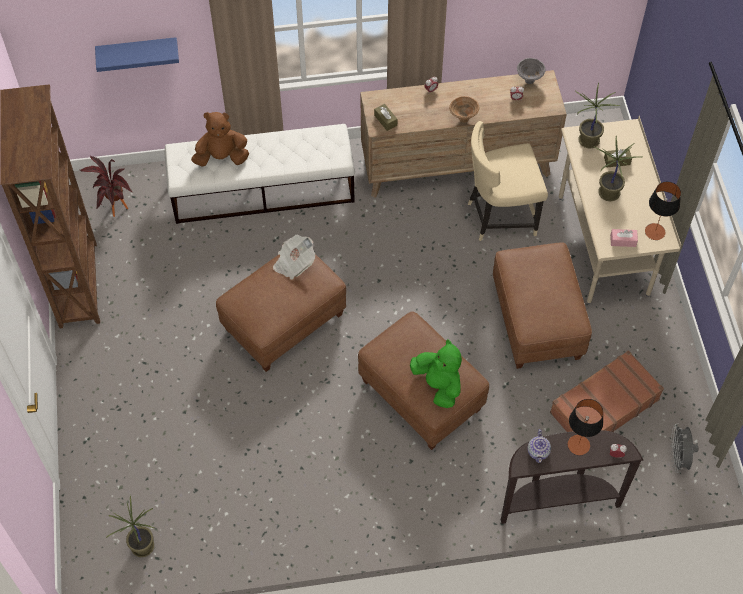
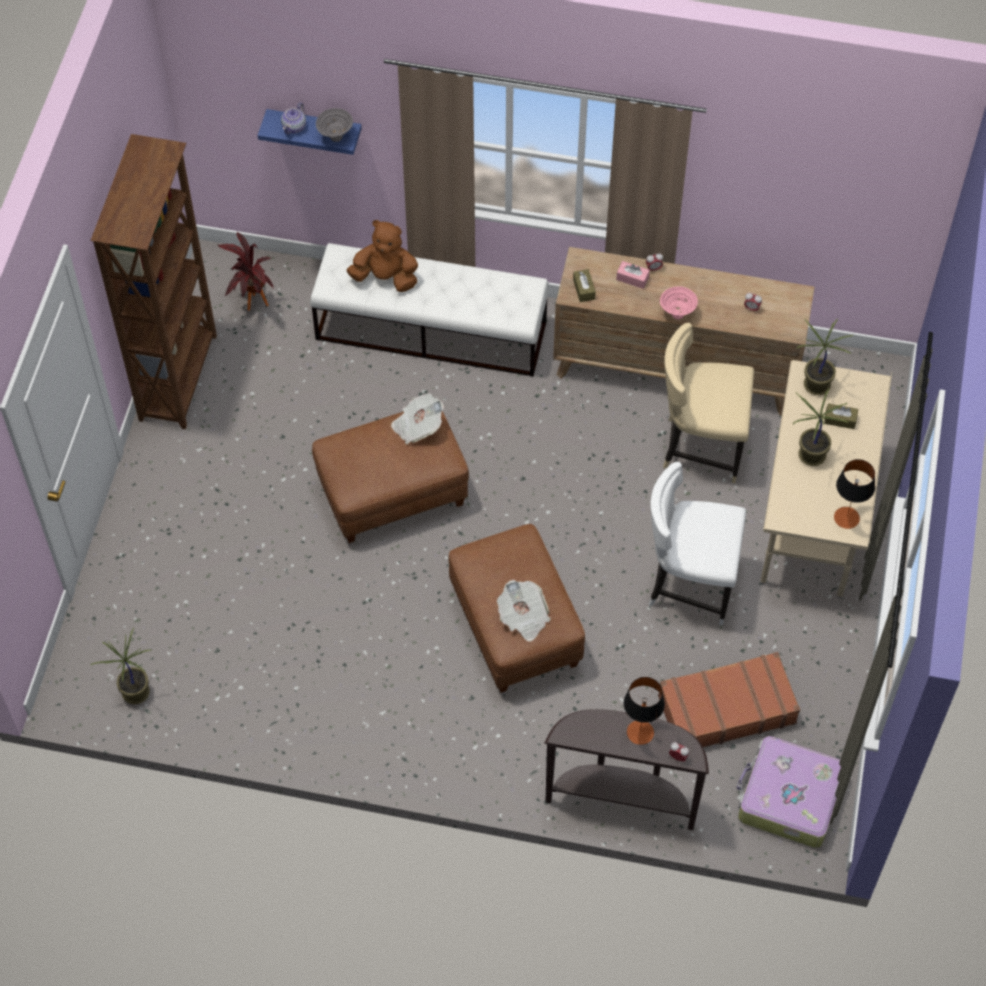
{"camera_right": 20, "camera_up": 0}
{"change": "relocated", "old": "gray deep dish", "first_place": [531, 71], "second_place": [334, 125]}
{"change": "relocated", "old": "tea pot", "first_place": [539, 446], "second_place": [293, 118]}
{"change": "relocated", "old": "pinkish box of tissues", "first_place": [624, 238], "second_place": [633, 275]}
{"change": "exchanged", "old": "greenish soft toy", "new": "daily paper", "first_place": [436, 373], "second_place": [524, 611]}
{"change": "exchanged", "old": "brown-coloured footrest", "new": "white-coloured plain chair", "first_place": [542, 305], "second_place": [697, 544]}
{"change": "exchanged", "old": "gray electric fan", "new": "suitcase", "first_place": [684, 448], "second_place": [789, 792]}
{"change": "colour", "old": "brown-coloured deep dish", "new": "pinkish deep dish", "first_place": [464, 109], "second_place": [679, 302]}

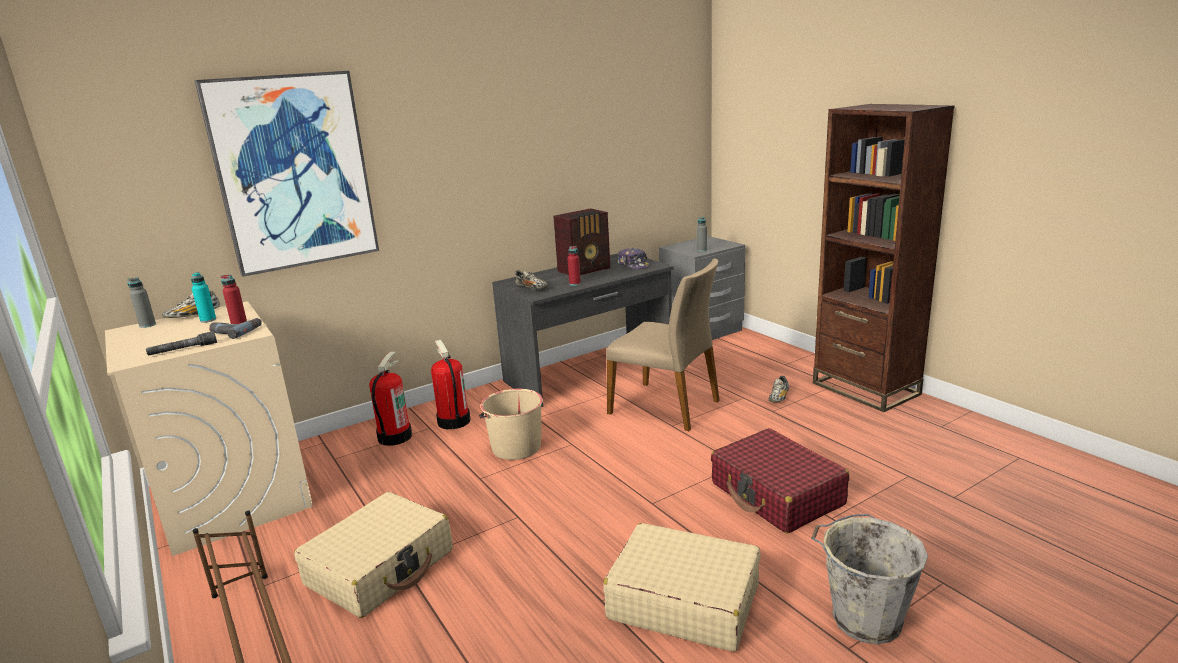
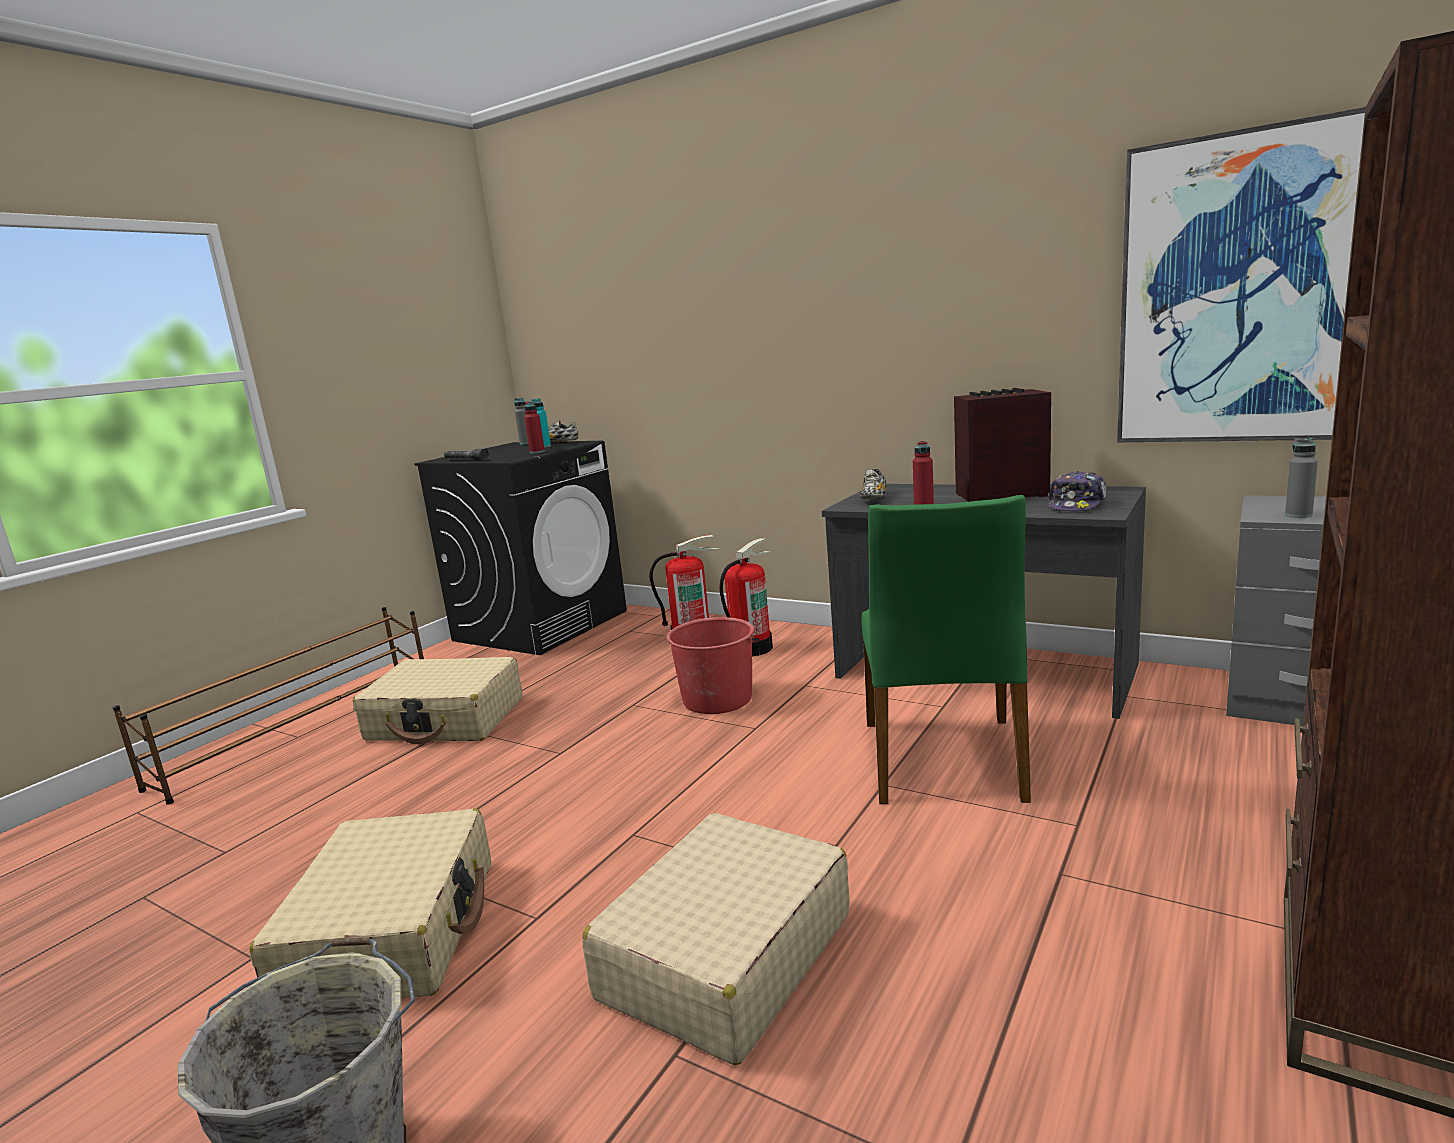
{"camera_right": 65, "camera_up": -5}
{"change": "missing", "old": "drill", "first_place": [235, 328]}
{"change": "missing", "old": "item of footwear", "first_place": [779, 389]}
{"change": "relocated", "old": "picture", "first_place": [286, 174], "second_place": [1241, 274]}
{"change": "colour", "old": "beige-coloured laundry machine", "new": "black-coloured laundry machine", "first_place": [209, 428], "second_place": [520, 548]}
{"change": "colour", "old": "beige-coloured bucket", "new": "reddish bucket", "first_place": [511, 424], "second_place": [713, 665]}
{"change": "colour", "old": "beige-coloured plain chair", "new": "greenish plain chair", "first_place": [663, 344], "second_place": [946, 649]}
{"change": "colour", "old": "reddish suitcase", "new": "beige-coloured suitcase", "first_place": [780, 481], "second_place": [716, 939]}
{"change": "spun", "old": "radio", "first_place": [581, 241], "second_place": [1002, 445], "degrees": 150}

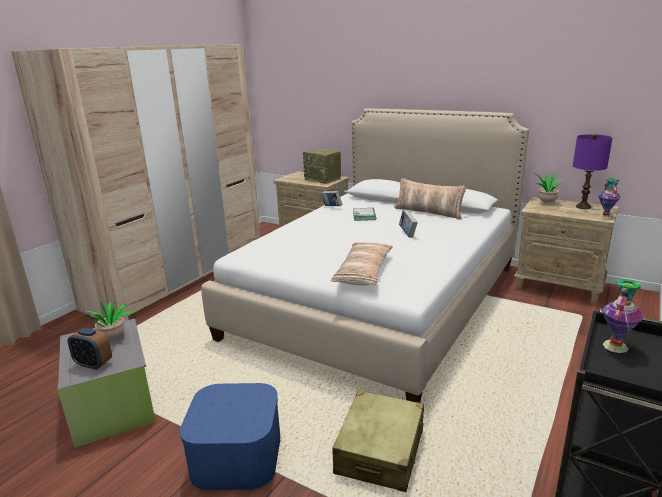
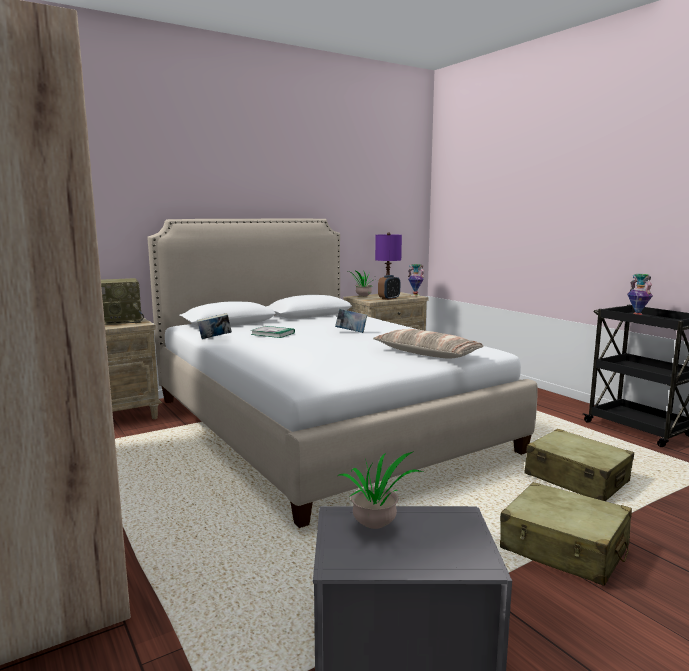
{"camera_right": -65, "camera_up": -10}
{"change": "missing", "old": "throw pillow", "first_place": [430, 198]}
{"change": "relocated", "old": "alarm clock", "first_place": [90, 349], "second_place": [389, 287]}
{"change": "exchanged", "old": "blue storage box", "new": "beige-coloured suitcase", "first_place": [230, 436], "second_place": [566, 534]}

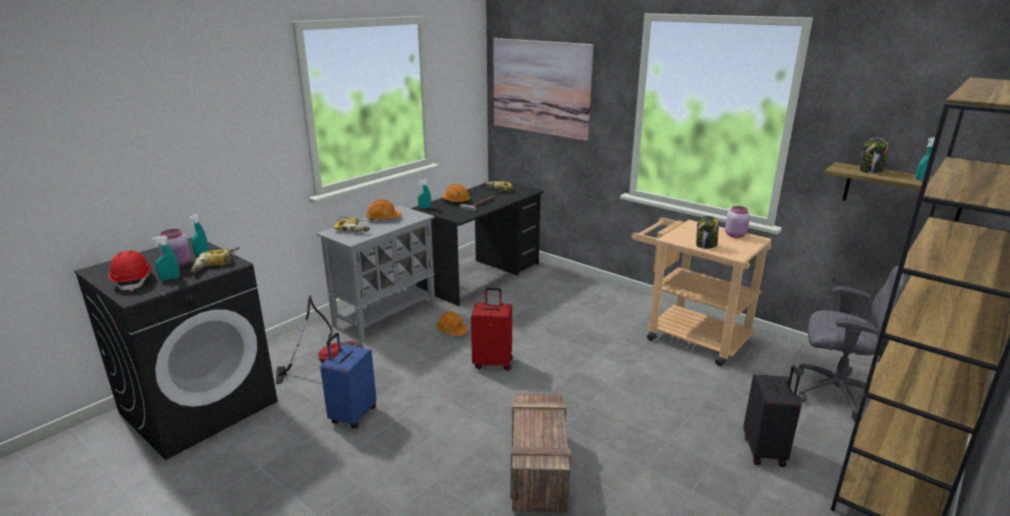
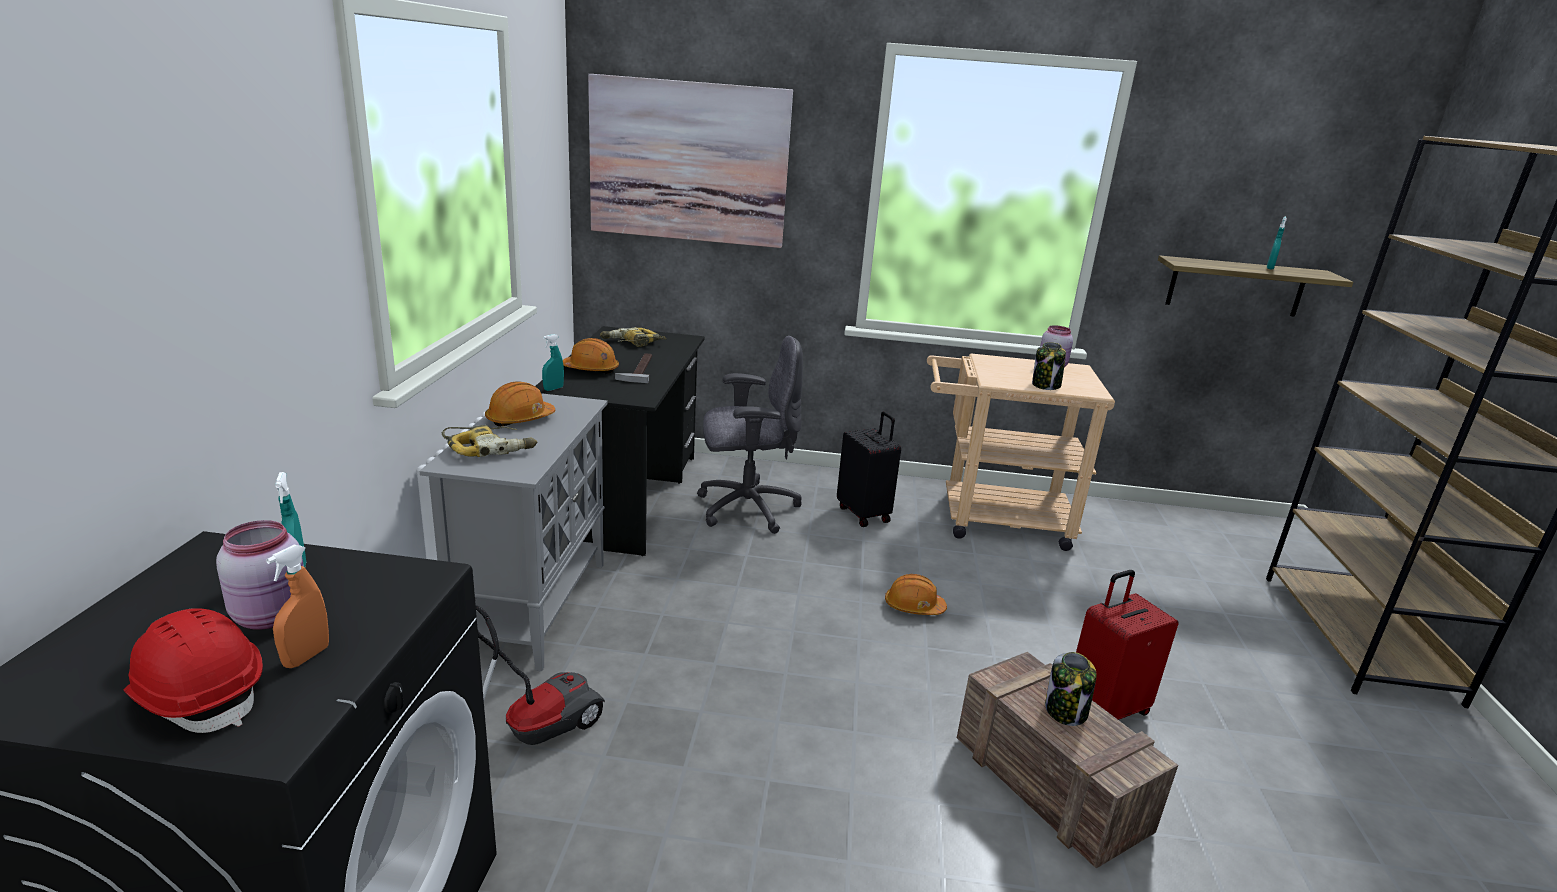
{"camera_right": -35, "camera_up": 0}
{"change": "missing", "old": "drill", "first_place": [215, 260]}
{"change": "missing", "old": "blue suitcase", "first_place": [348, 380]}
{"change": "relocated", "old": "orange-coloured work helmet", "first_place": [452, 323], "second_place": [916, 594]}
{"change": "relocated", "old": "reddish suitcase", "first_place": [492, 329], "second_place": [1127, 645]}
{"change": "relocated", "old": "black-coloured suitcase", "first_place": [772, 416], "second_place": [869, 469]}
{"change": "relocated", "old": "gray desk chair", "first_place": [852, 343], "second_place": [750, 435]}
{"change": "relocated", "old": "storage jar", "first_place": [874, 155], "second_place": [1071, 689]}
{"change": "colour", "old": "turquoise spray bottle", "new": "orange-coloured spray bottle", "first_place": [166, 258], "second_place": [297, 606]}

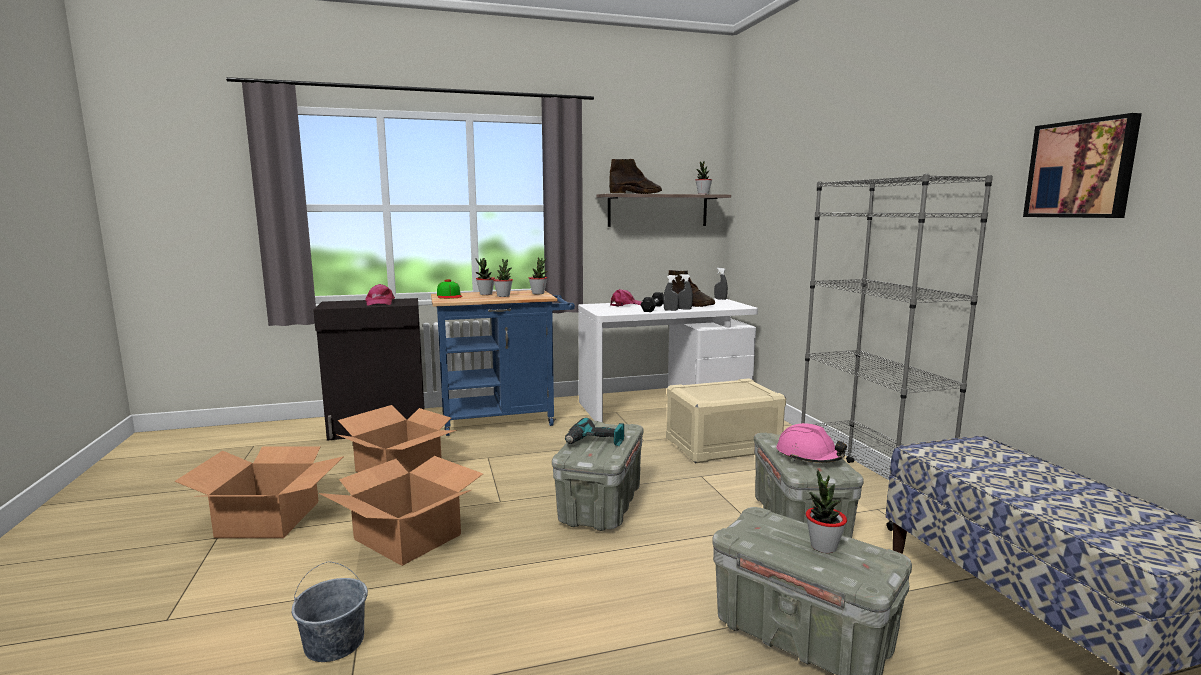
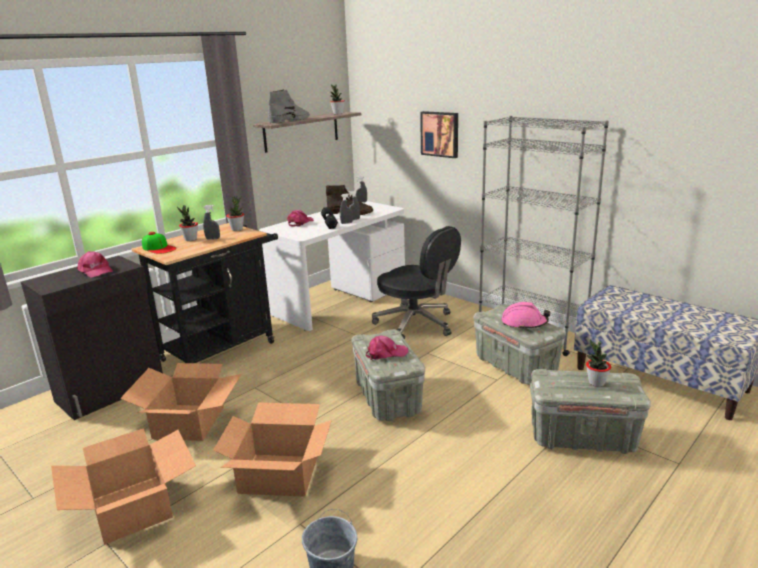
{"camera_right": -30, "camera_up": 10}
{"change": "relocated", "old": "picture", "first_place": [1082, 165], "second_place": [439, 134]}
{"change": "exchanged", "old": "potted plant", "new": "gray spray bottle", "first_place": [503, 278], "second_place": [211, 222]}
{"change": "exchanged", "old": "drill", "new": "pinkish peaked cap", "first_place": [594, 432], "second_place": [387, 348]}
{"change": "exchanged", "old": "beige-coloured storage box", "new": "black-coloured desk chair", "first_place": [726, 420], "second_place": [416, 282]}
{"change": "colour", "old": "blue cart", "new": "black-coloured cart", "first_place": [503, 363], "second_place": [205, 293]}
{"change": "colour", "old": "brown-coloured high-top boot", "new": "gray high-top boot", "first_place": [635, 176], "second_place": [289, 106]}

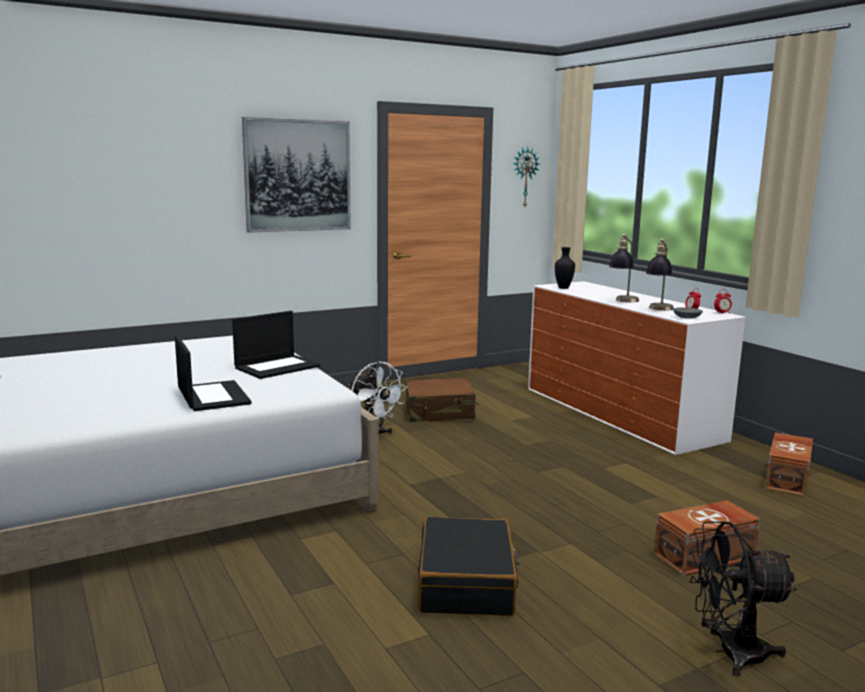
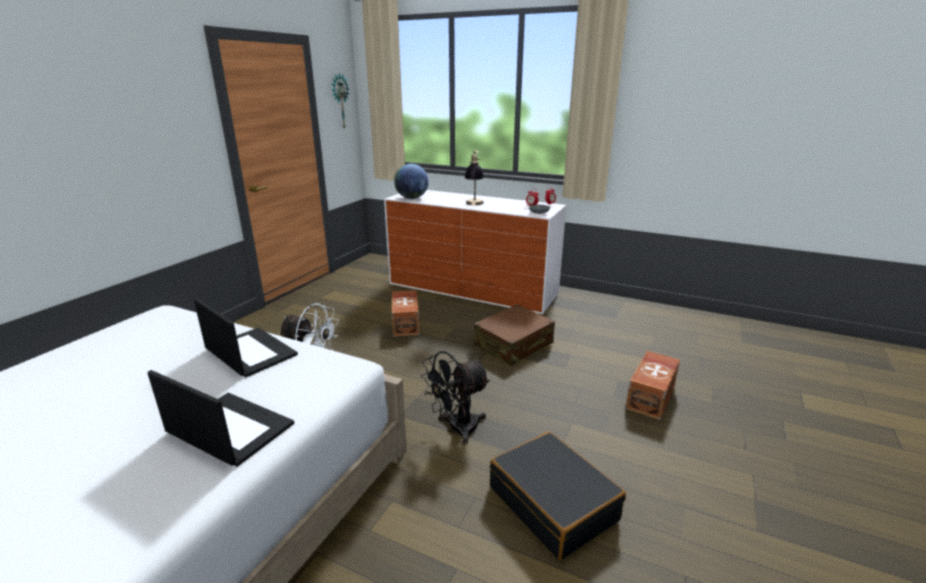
{"camera_right": -35, "camera_up": 10}
{"change": "missing", "old": "picture", "first_place": [296, 175]}
{"change": "missing", "old": "tabletop lamp", "first_place": [660, 274]}
{"change": "relocated", "old": "brown-coloured suitcase", "first_place": [441, 400], "second_place": [514, 335]}
{"change": "relocated", "old": "black-coloured electric fan", "first_place": [743, 598], "second_place": [455, 397]}
{"change": "relocated", "old": "brown-coloured storage box", "first_place": [789, 465], "second_place": [406, 313]}
{"change": "exchanged", "old": "black-coloured decorative vase", "new": "desk globe", "first_place": [565, 268], "second_place": [411, 181]}
{"change": "spun", "old": "notebook computer", "first_place": [276, 345], "second_place": [246, 338], "degrees": -60}

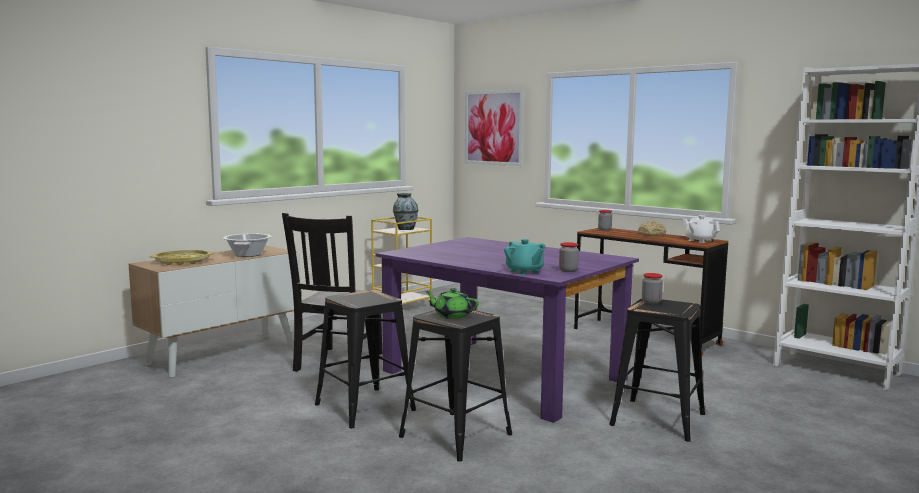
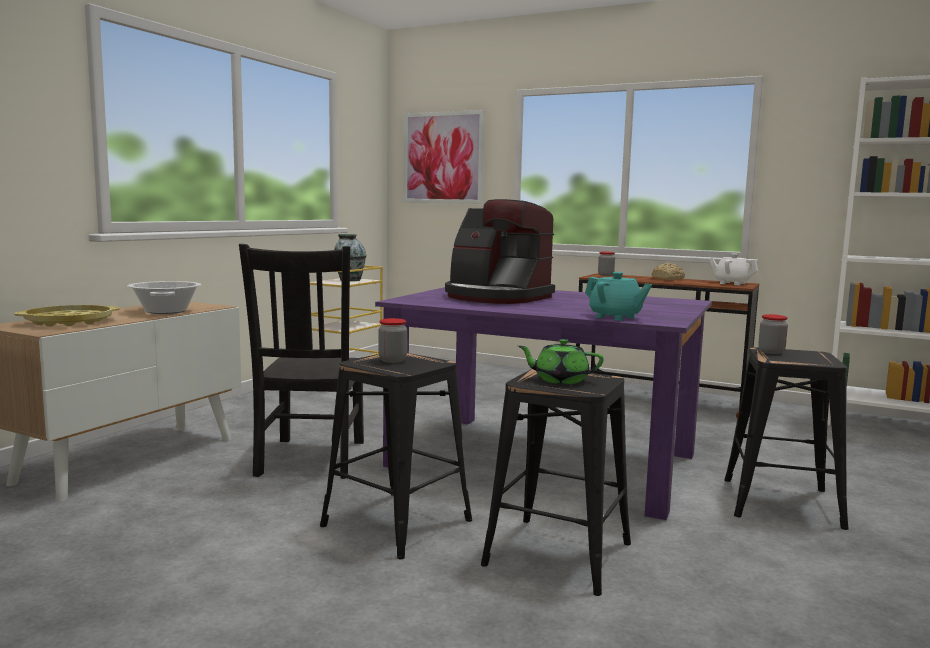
{"camera_right": -15, "camera_up": 0}
{"change": "appeared", "new": "coffee brewer", "second_place": [500, 251]}
{"change": "relocated", "old": "storage jar", "first_place": [569, 257], "second_place": [392, 340]}

